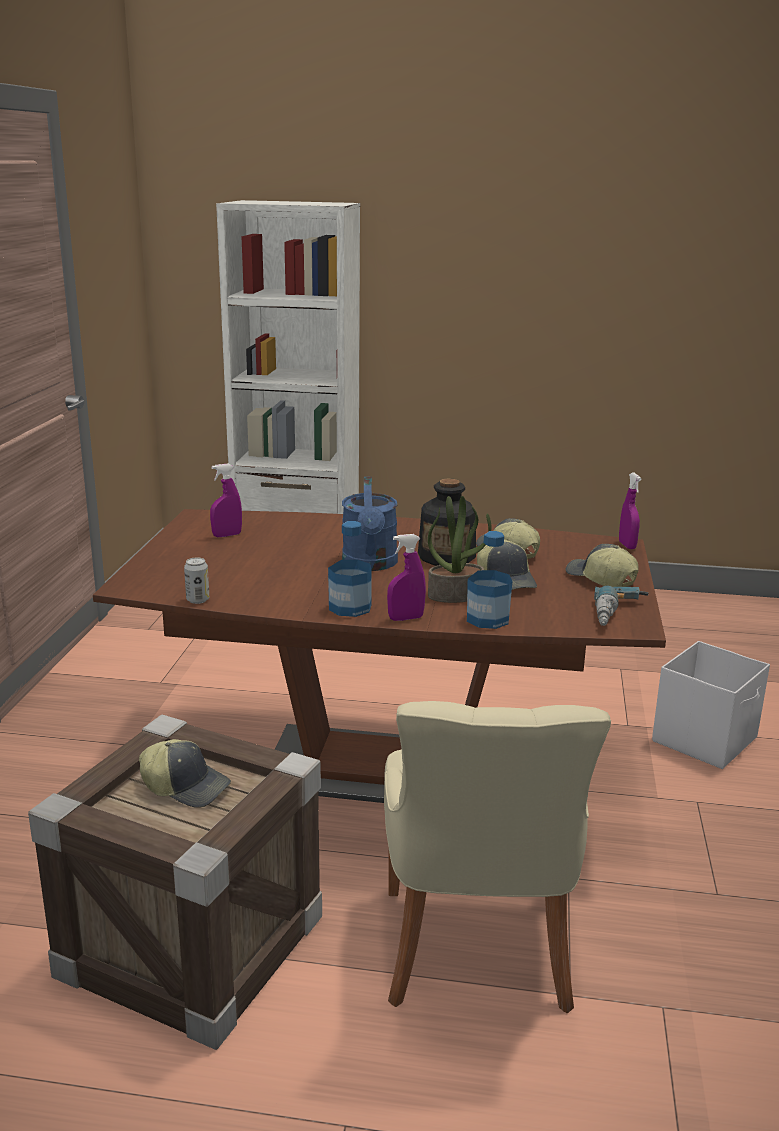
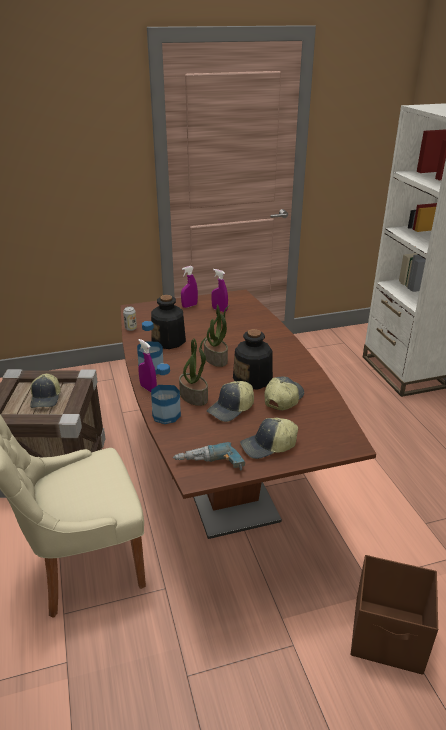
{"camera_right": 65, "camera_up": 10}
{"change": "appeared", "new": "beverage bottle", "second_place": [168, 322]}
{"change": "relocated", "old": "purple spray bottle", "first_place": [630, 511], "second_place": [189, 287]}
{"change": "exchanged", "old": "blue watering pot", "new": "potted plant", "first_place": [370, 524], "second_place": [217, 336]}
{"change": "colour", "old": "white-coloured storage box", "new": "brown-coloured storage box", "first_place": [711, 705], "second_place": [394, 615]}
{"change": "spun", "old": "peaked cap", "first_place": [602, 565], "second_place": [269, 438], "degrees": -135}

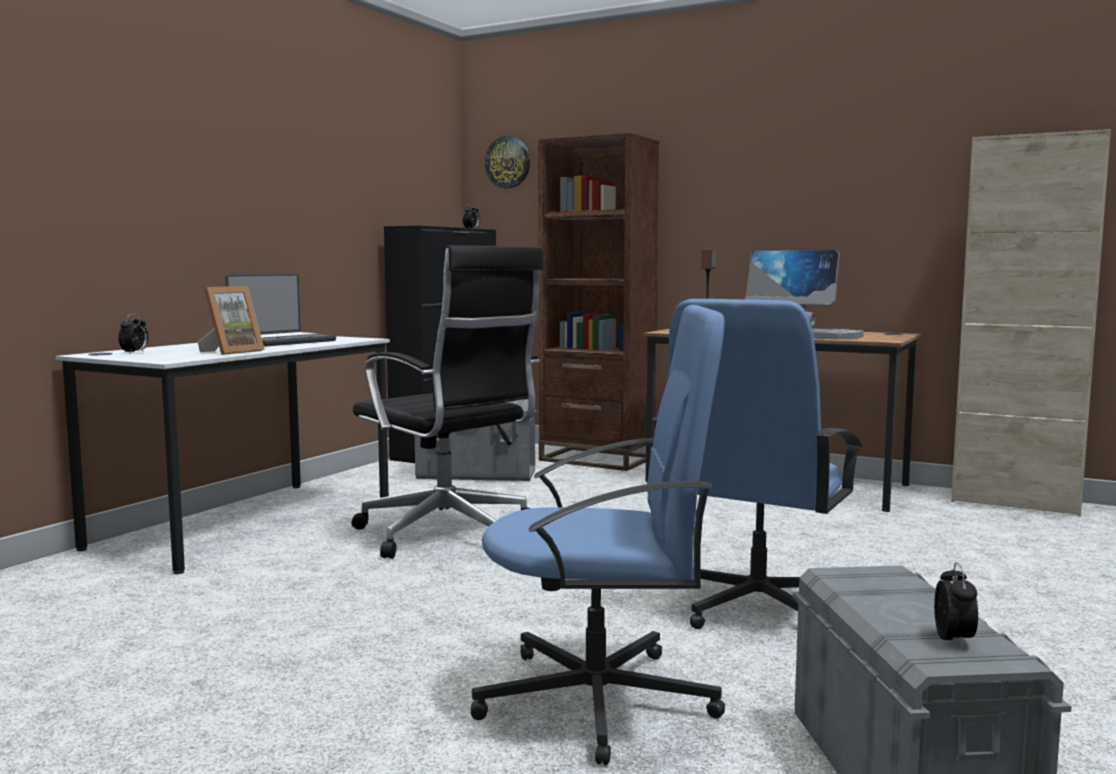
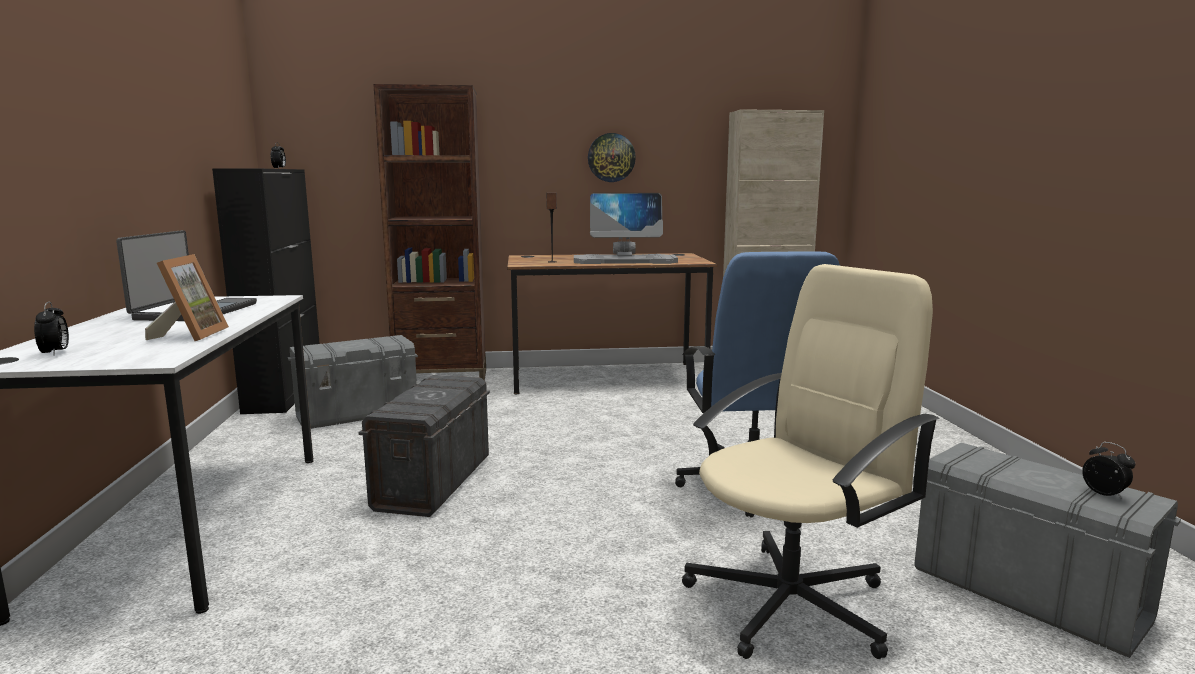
{"camera_right": -35, "camera_up": 5}
{"change": "relocated", "old": "wall clock", "first_place": [507, 162], "second_place": [612, 157]}
{"change": "exchanged", "old": "black-coloured desk chair", "new": "gray storage box", "first_place": [448, 402], "second_place": [424, 446]}
{"change": "colour", "old": "blue desk chair", "new": "beige-coloured desk chair", "first_place": [598, 535], "second_place": [810, 461]}

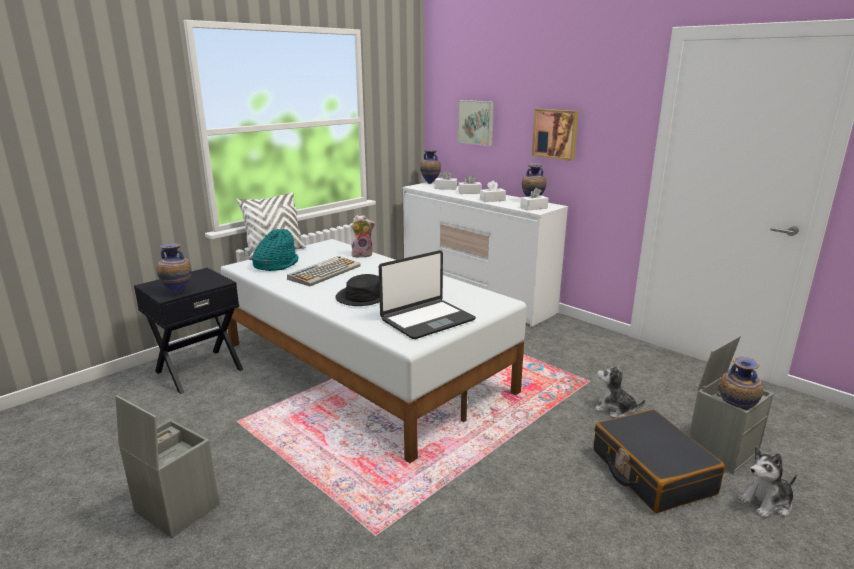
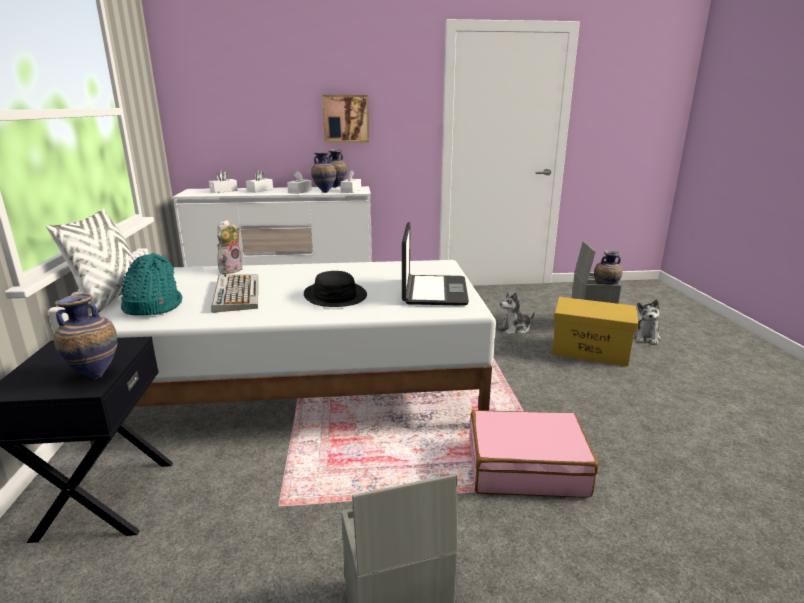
{"camera_right": -50, "camera_up": 0}
{"change": "missing", "old": "picture", "first_place": [475, 123]}
{"change": "appeared", "new": "pinkish suitcase", "second_place": [533, 453]}
{"change": "relocated", "old": "decorative vase", "first_place": [430, 167], "second_place": [323, 172]}
{"change": "exchanged", "old": "black-coloured suitcase", "new": "yellow-coloured storage box", "first_place": [659, 461], "second_place": [595, 332]}

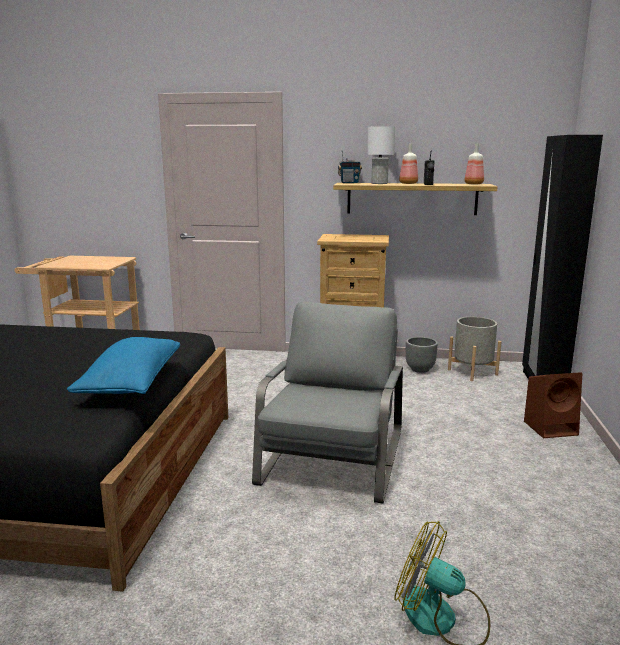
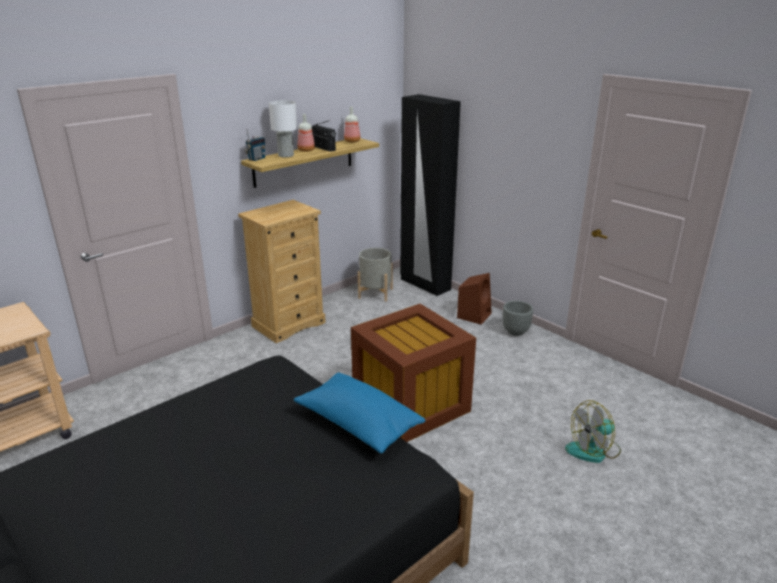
{"camera_right": -50, "camera_up": 10}
{"change": "relocated", "old": "gray plant pot", "first_place": [422, 355], "second_place": [518, 318]}
{"change": "exchanged", "old": "gray lounge chair", "new": "brown-coloured storage box", "first_place": [327, 403], "second_place": [413, 373]}

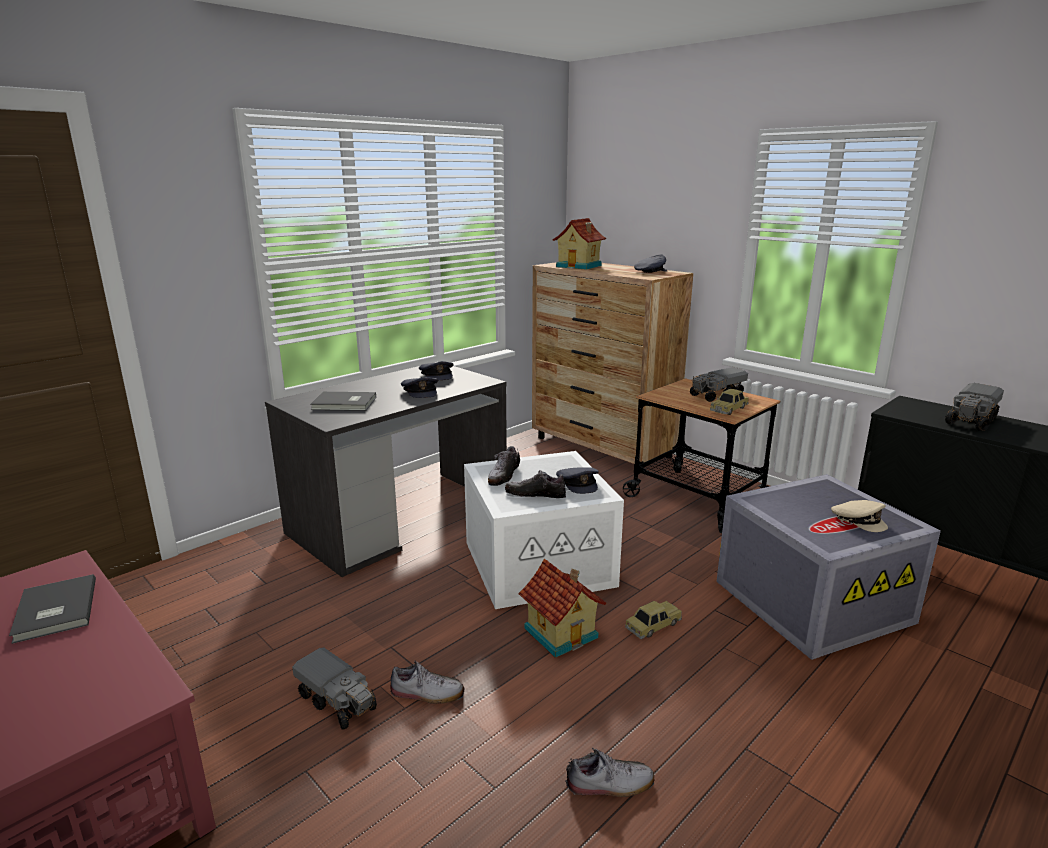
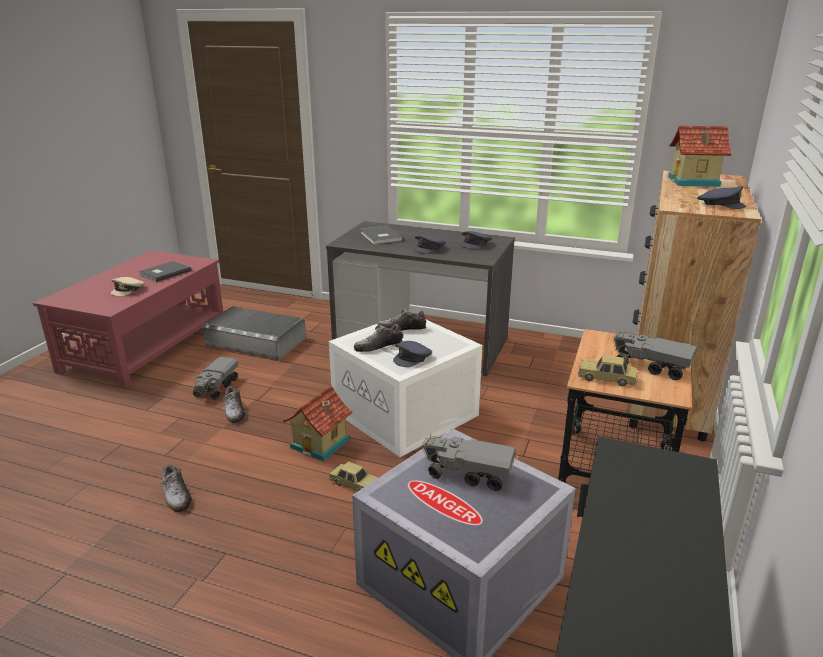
{"camera_right": 65, "camera_up": 5}
{"change": "appeared", "new": "gray storage box", "second_place": [254, 333]}
{"change": "relocated", "old": "beige-coloured peaked cap", "first_place": [859, 516], "second_place": [128, 286]}
{"change": "relocated", "old": "toy lorry", "first_place": [974, 407], "second_place": [469, 463]}
{"change": "spun", "old": "item of footwear", "first_place": [535, 484], "second_place": [378, 338], "degrees": -105}

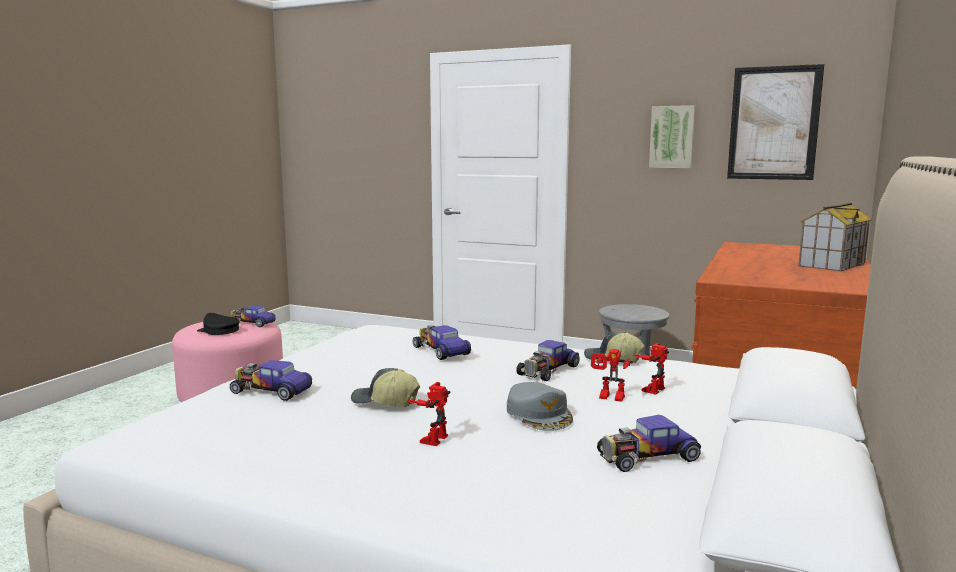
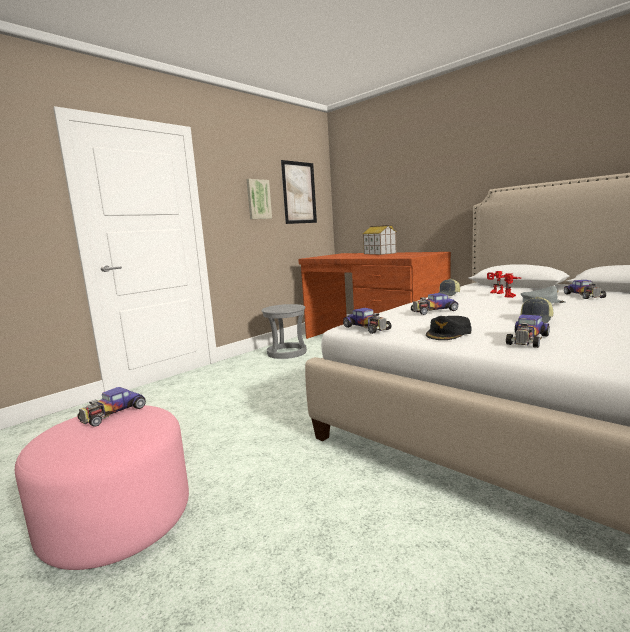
{"camera_right": -70, "camera_up": 0}
{"change": "missing", "old": "toy robot", "first_place": [429, 414]}
{"change": "relocated", "old": "black-coloured peaked cap", "first_place": [218, 324], "second_place": [448, 328]}
{"change": "relocated", "old": "model car", "first_place": [548, 360], "second_place": [367, 321]}

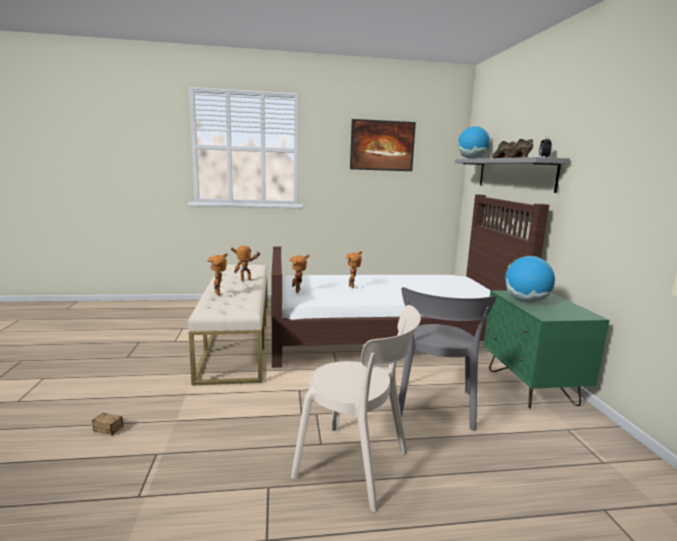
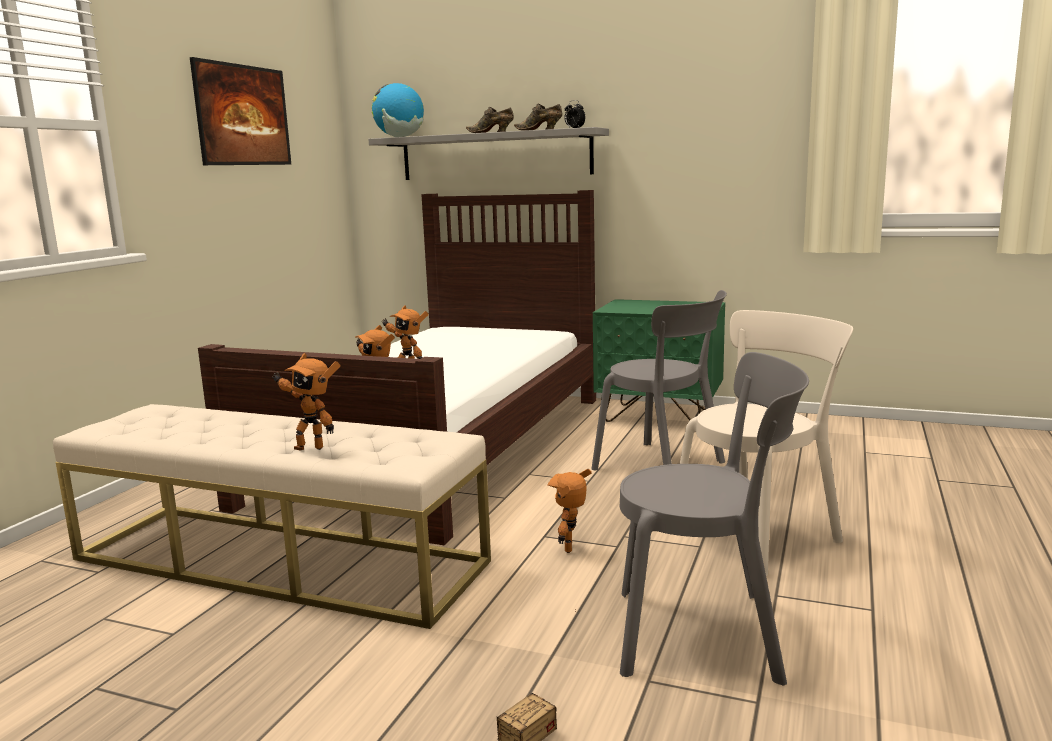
{"camera_right": -60, "camera_up": 0}
{"change": "missing", "old": "desk globe", "first_place": [530, 279]}
{"change": "appeared", "new": "gray plain chair", "second_place": [714, 518]}
{"change": "relocated", "old": "toy robot", "first_place": [246, 263], "second_place": [570, 511]}

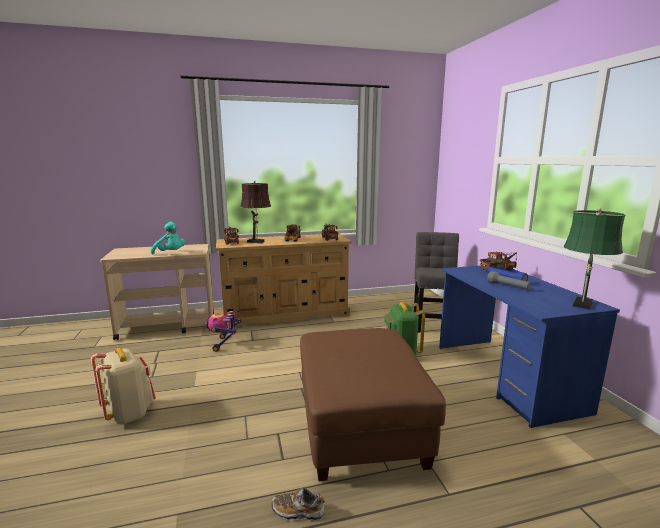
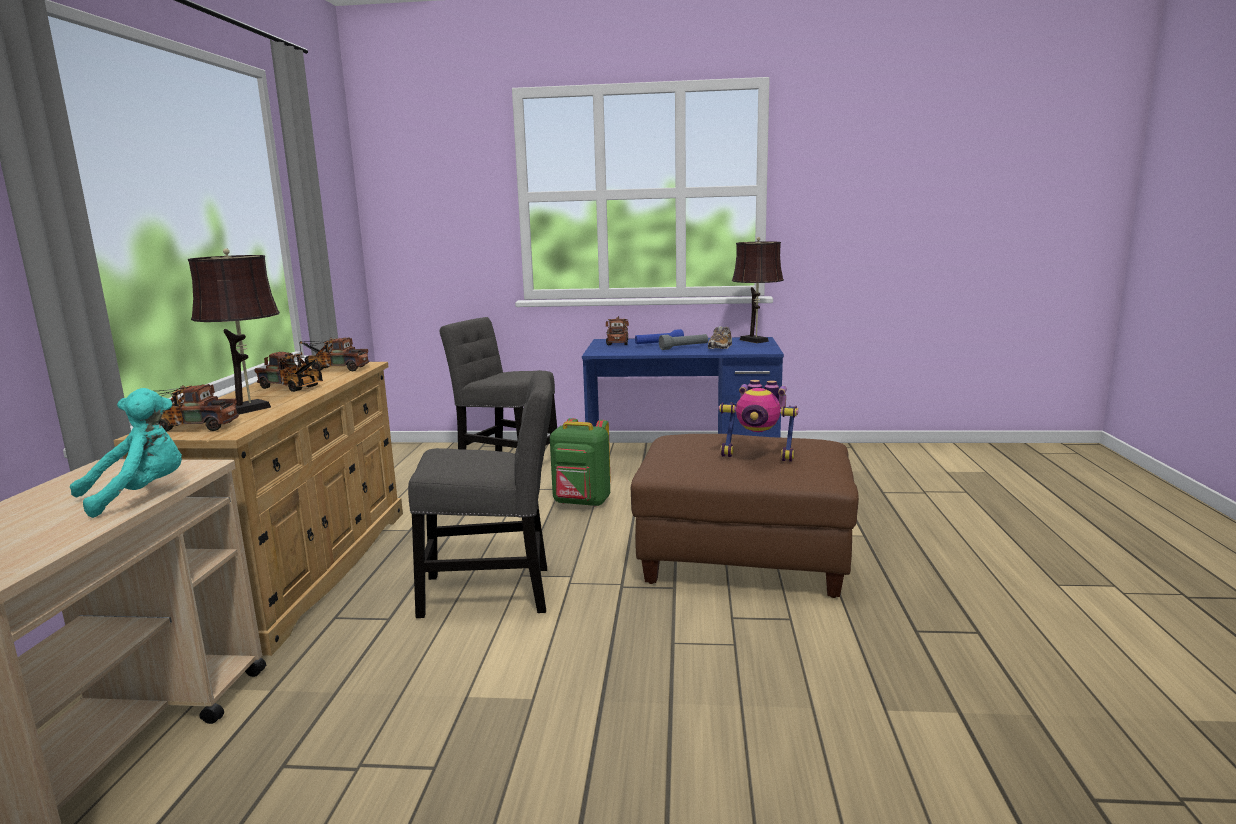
{"camera_right": -70, "camera_up": 0}
{"change": "missing", "old": "beige-coloured knapsack", "first_place": [123, 386]}
{"change": "appeared", "new": "gray plain chair", "second_place": [480, 494]}
{"change": "relocated", "old": "toy robot", "first_place": [223, 331], "second_place": [758, 421]}
{"change": "relocated", "old": "item of footwear", "first_place": [298, 504], "second_place": [720, 337]}
{"change": "colour", "old": "greenish tabletop lamp", "new": "brown-coloured tabletop lamp", "first_place": [594, 259], "second_place": [758, 290]}

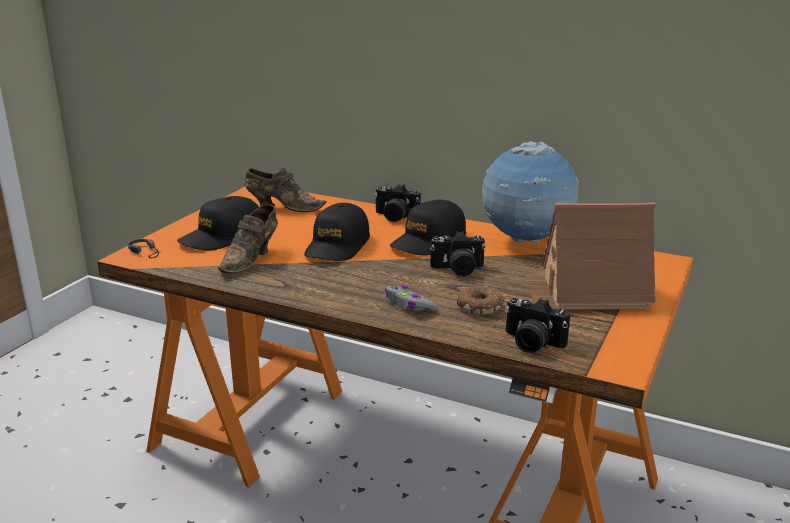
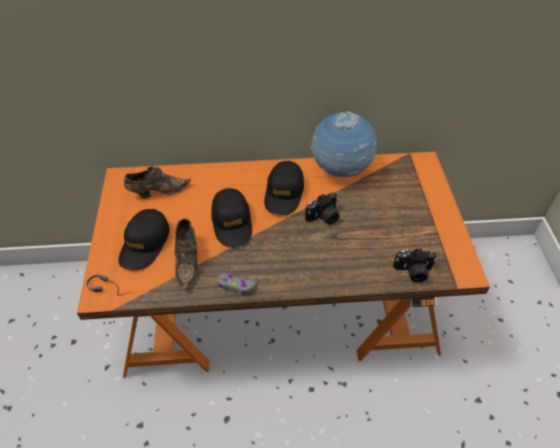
{"camera_right": -30, "camera_up": 25}
{"change": "missing", "old": "still camera", "first_place": [397, 203]}
{"change": "missing", "old": "doughnut", "first_place": [481, 300]}
{"change": "missing", "old": "model house", "first_place": [590, 256]}
{"change": "relocated", "old": "gray joypad", "first_place": [411, 298], "second_place": [237, 283]}

